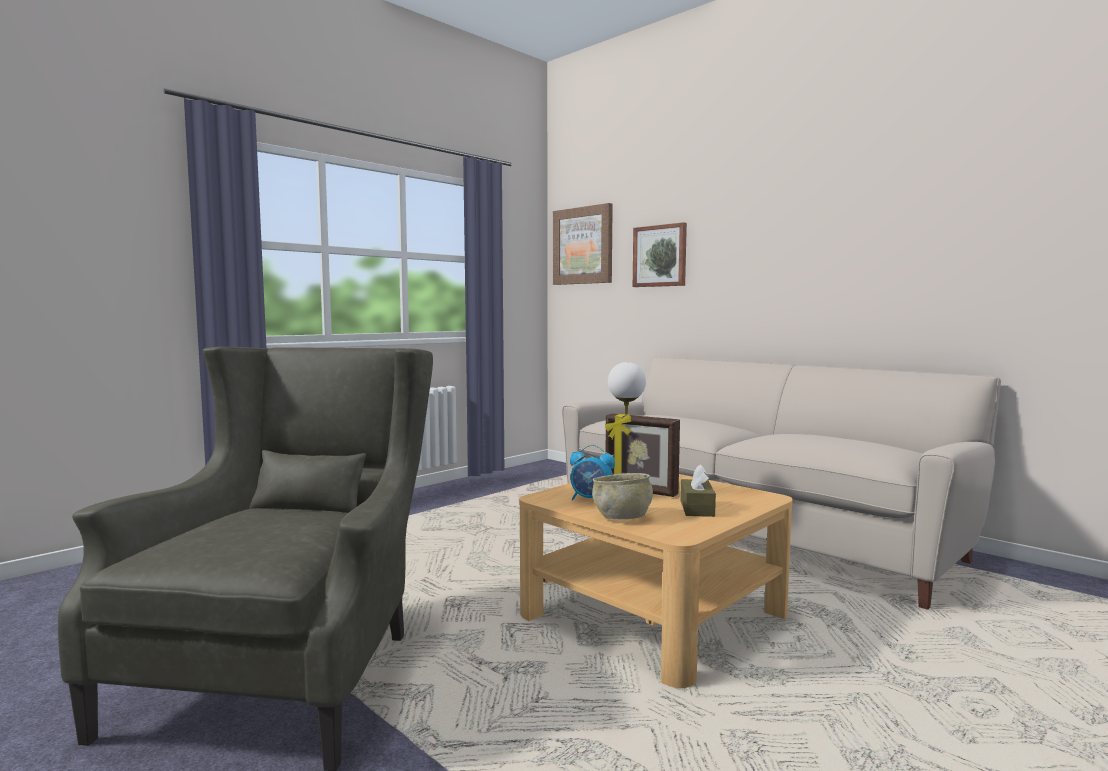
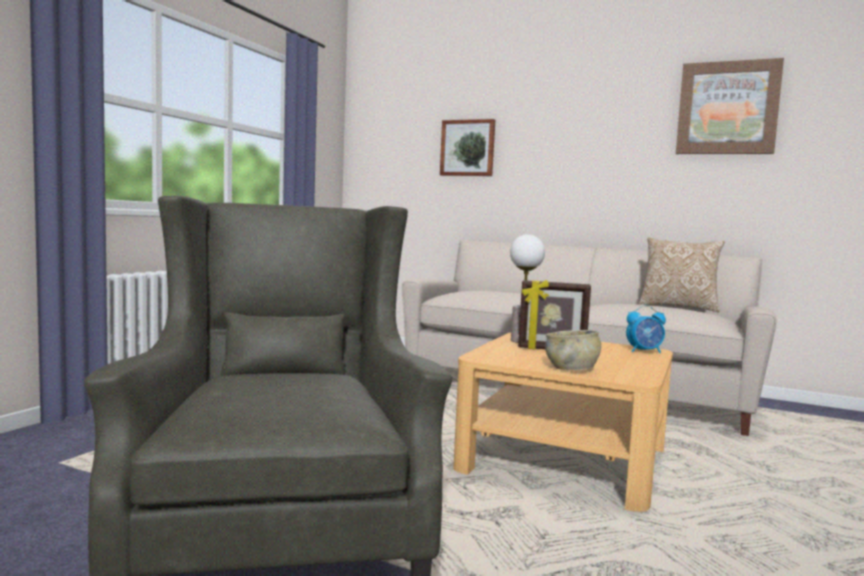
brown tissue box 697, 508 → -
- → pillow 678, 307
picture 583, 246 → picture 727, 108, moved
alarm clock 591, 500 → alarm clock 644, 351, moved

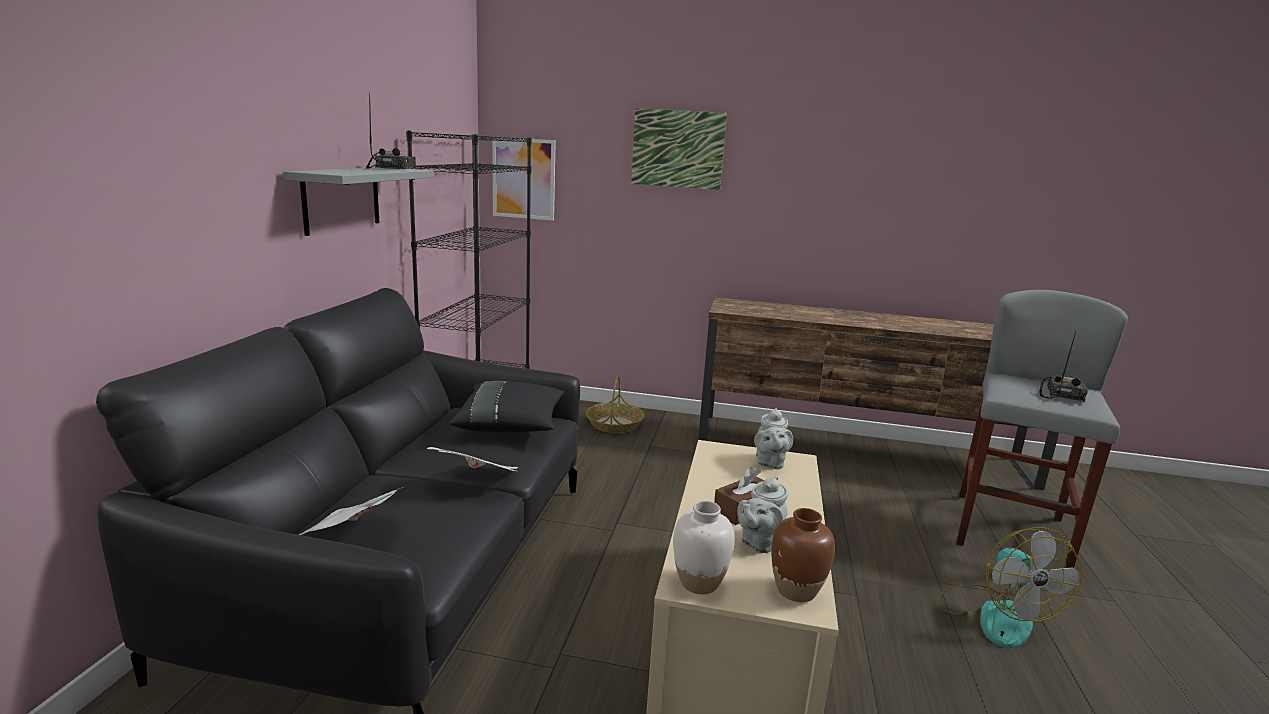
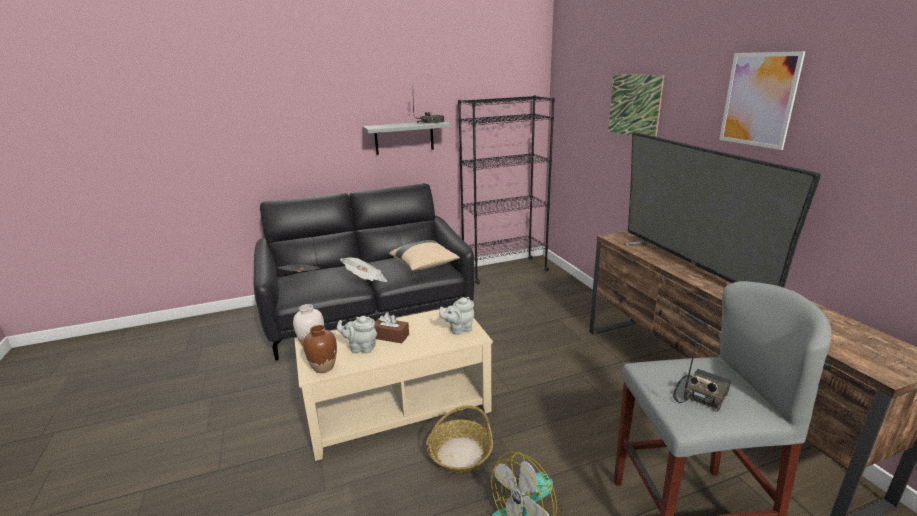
- → television 689, 268
picture 523, 178 → picture 759, 99, moved
basket 614, 424 → basket 460, 453, moved
black pillow 511, 425 → beige pillow 424, 265
radio 1061, 394 → radio 701, 395, 45 degrees counterclockwise

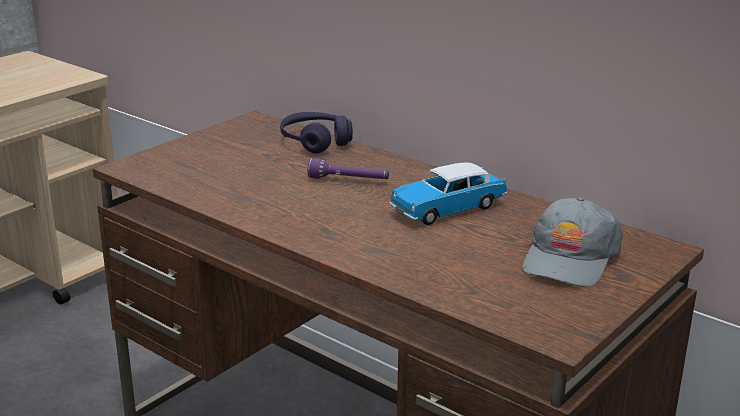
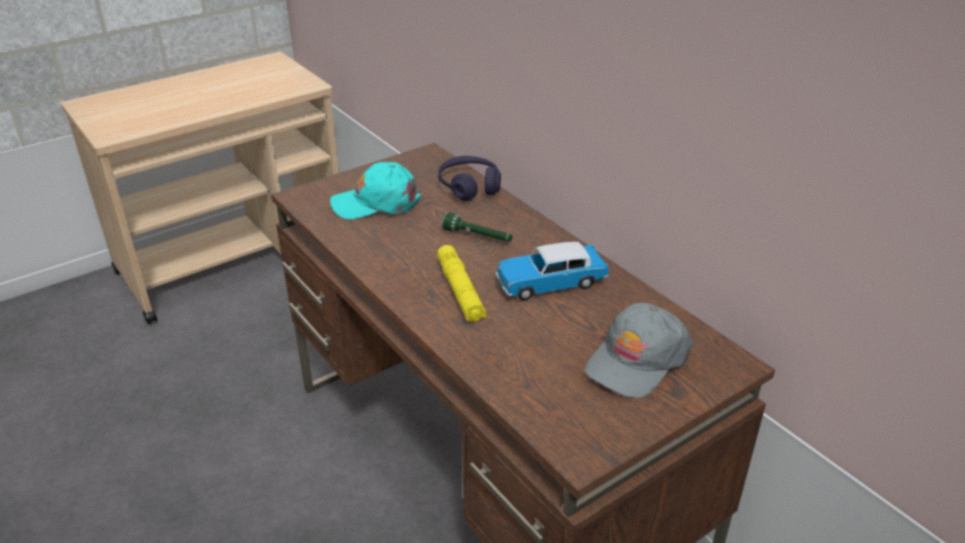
- → turquoise cap 376, 202
- → yellow flashlight 460, 291
purple flashlight 348, 180 → green flashlight 477, 237

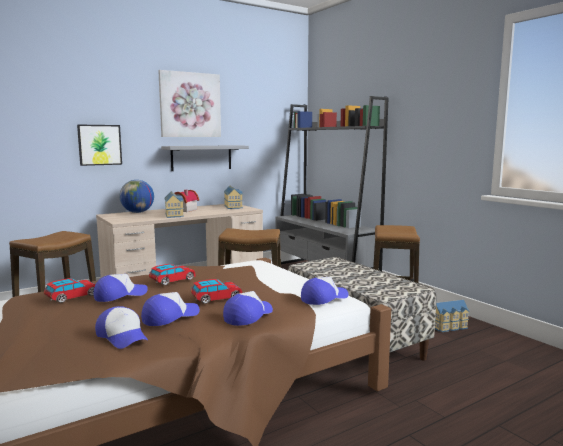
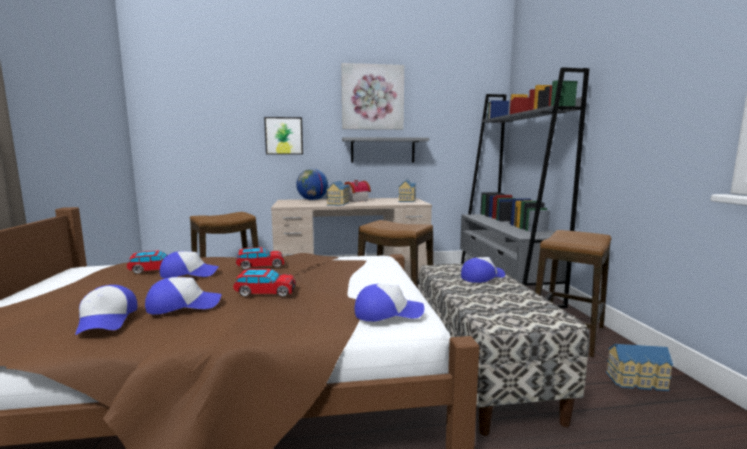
cap 248, 315 → cap 482, 277, moved

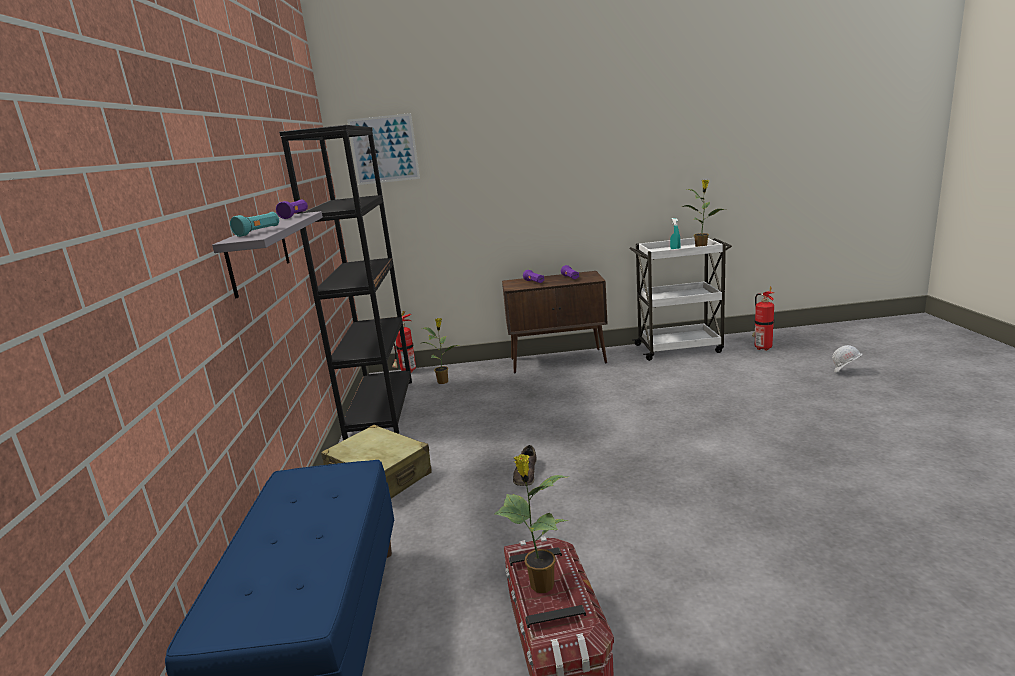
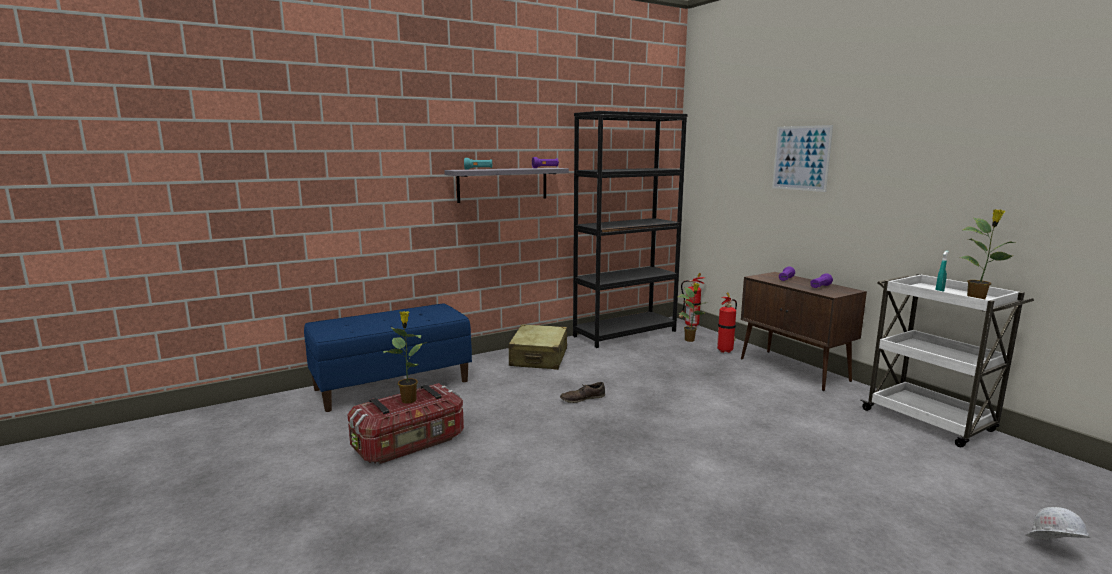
picture 384, 149 → picture 801, 158, moved
fire extinguisher 761, 348 → fire extinguisher 726, 350, moved

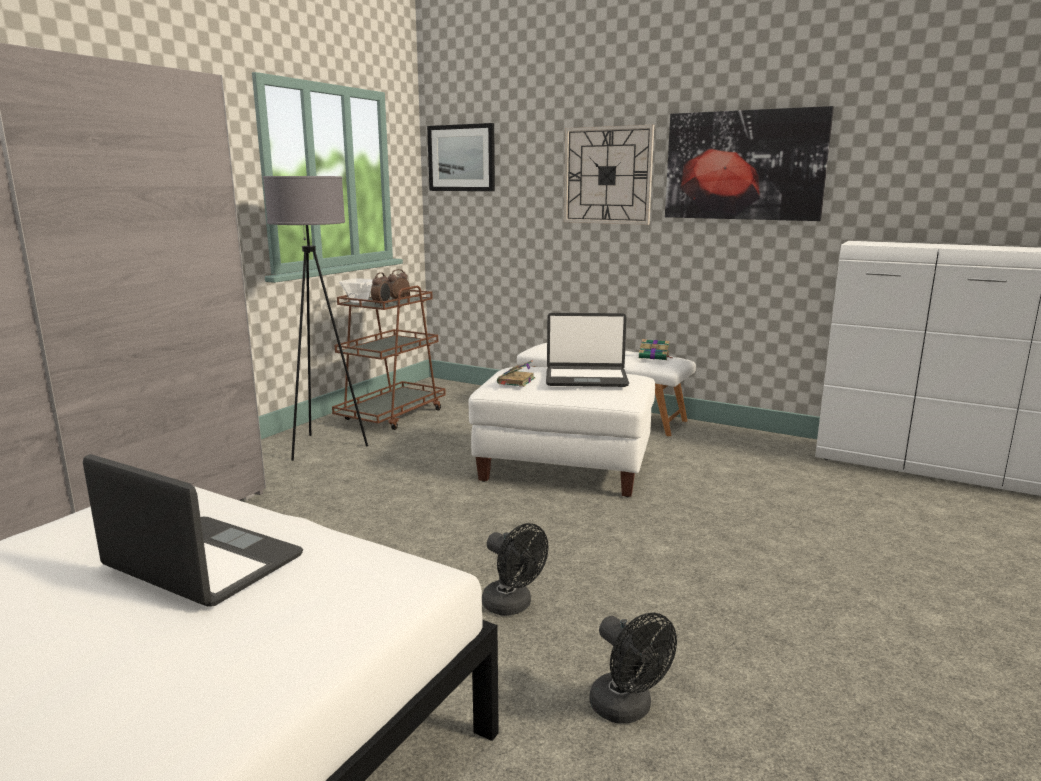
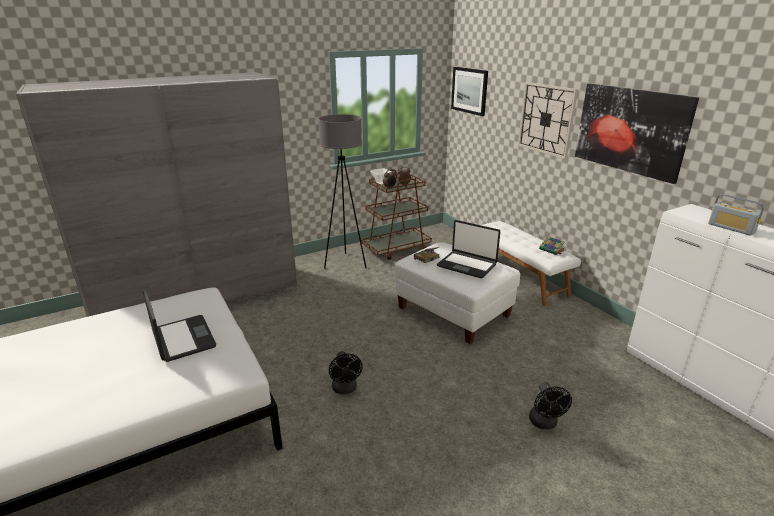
- → radio 731, 228
black fan 627, 710 → black fan 544, 423, moved

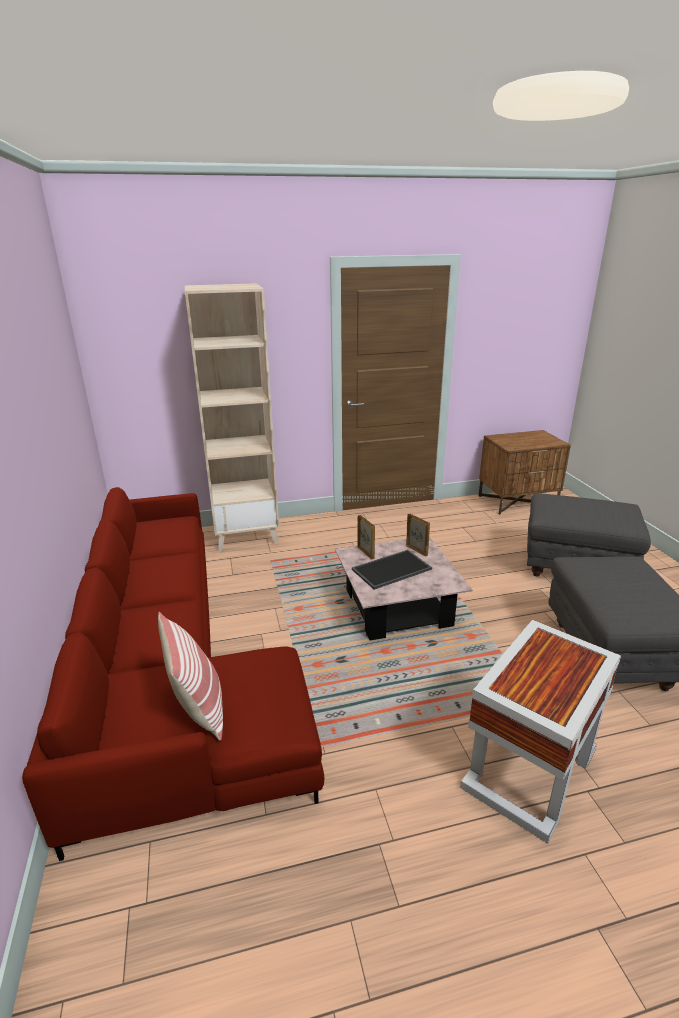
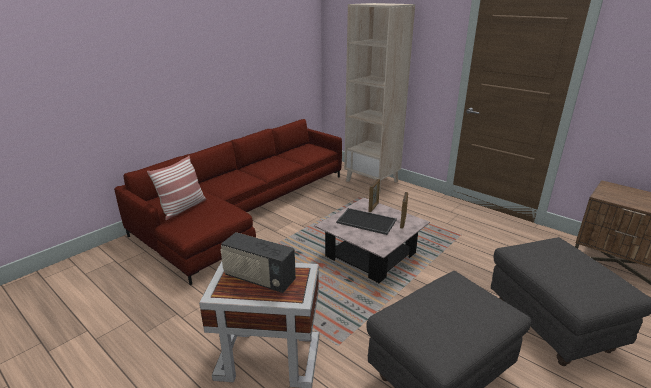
- → radio 259, 279

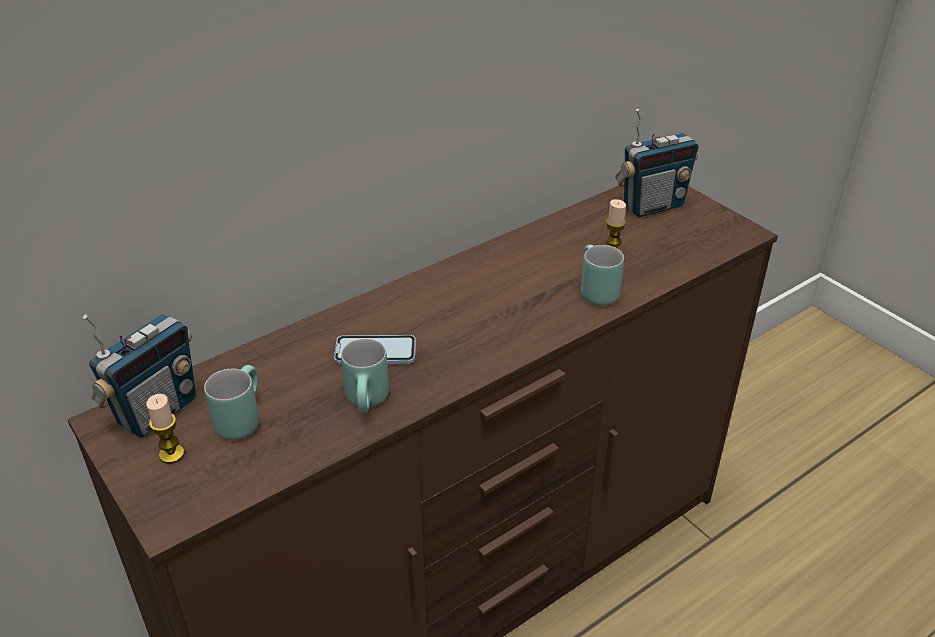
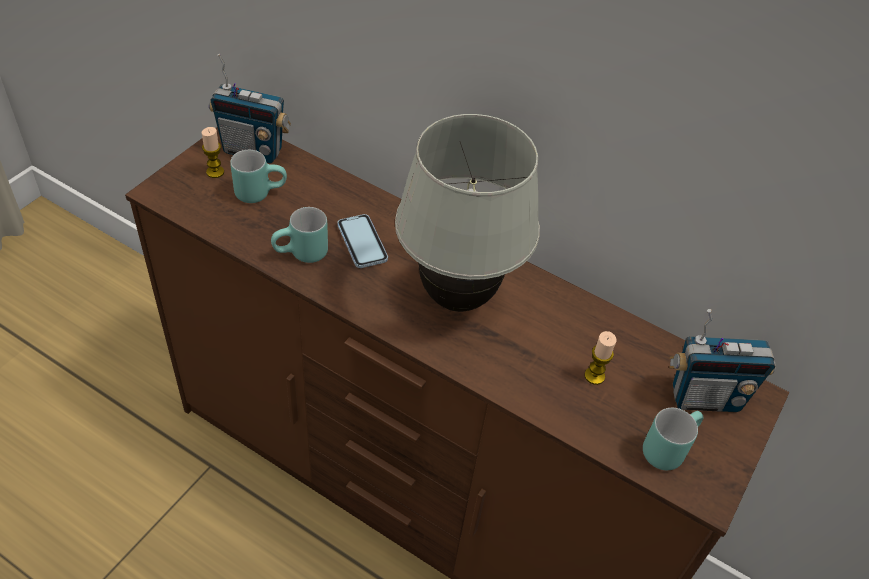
- → white table lamp 458, 297
turquoise mug 593, 291 → turquoise mug 666, 447, moved
radio 652, 206 → radio 704, 398, 45 degrees counterclockwise

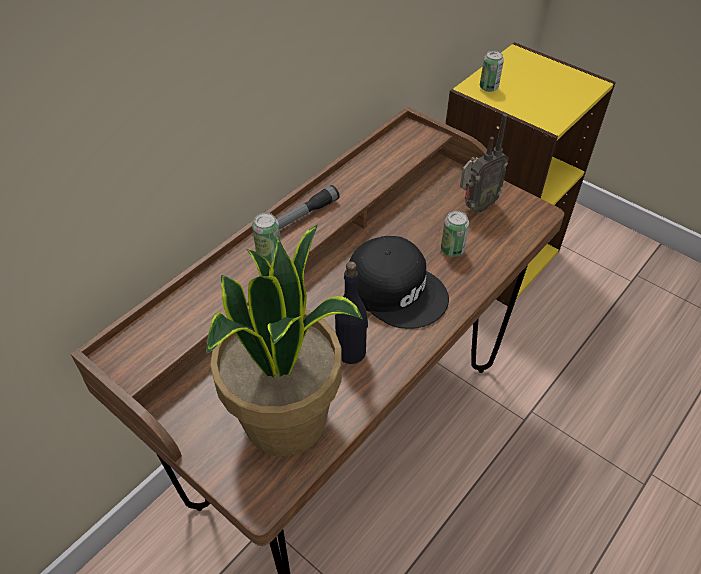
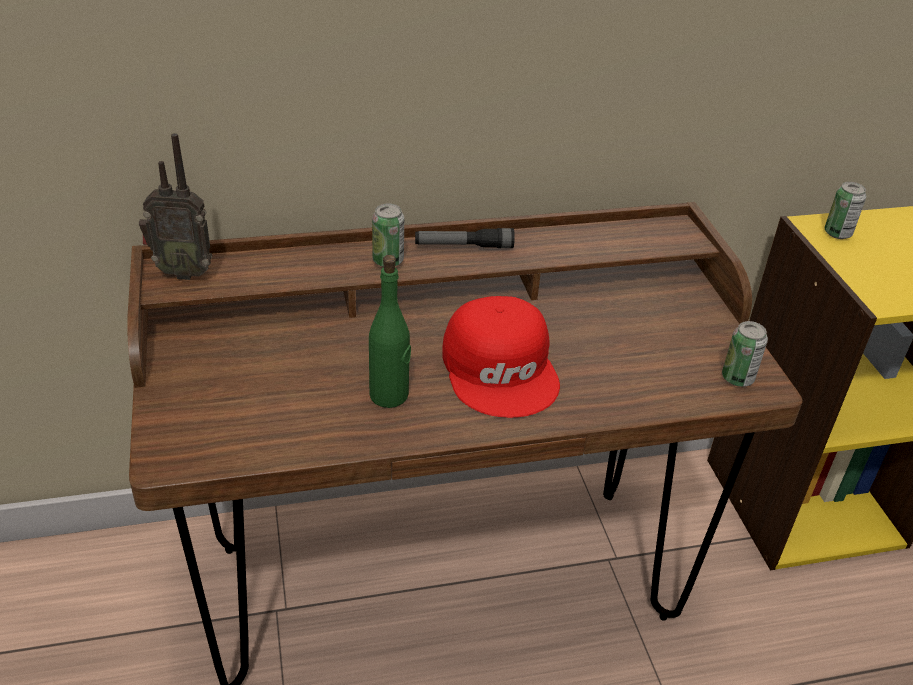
potted plant 287, 421 → -
can 452, 250 → can 737, 378, moved
radio 476, 206 → radio 183, 271, moved
black bottle 351, 352 → green bottle 389, 395
black cap 396, 289 → red cap 502, 368

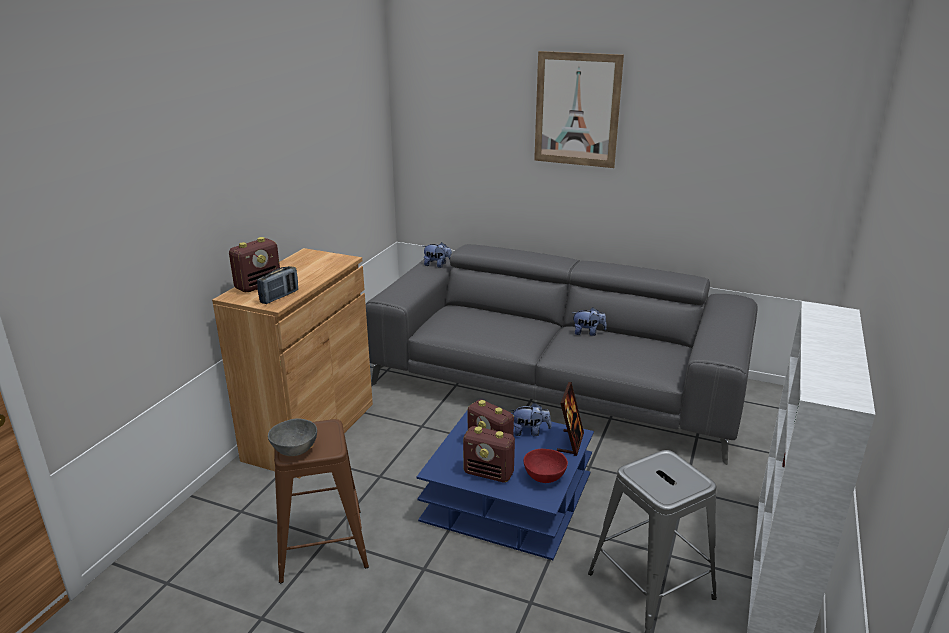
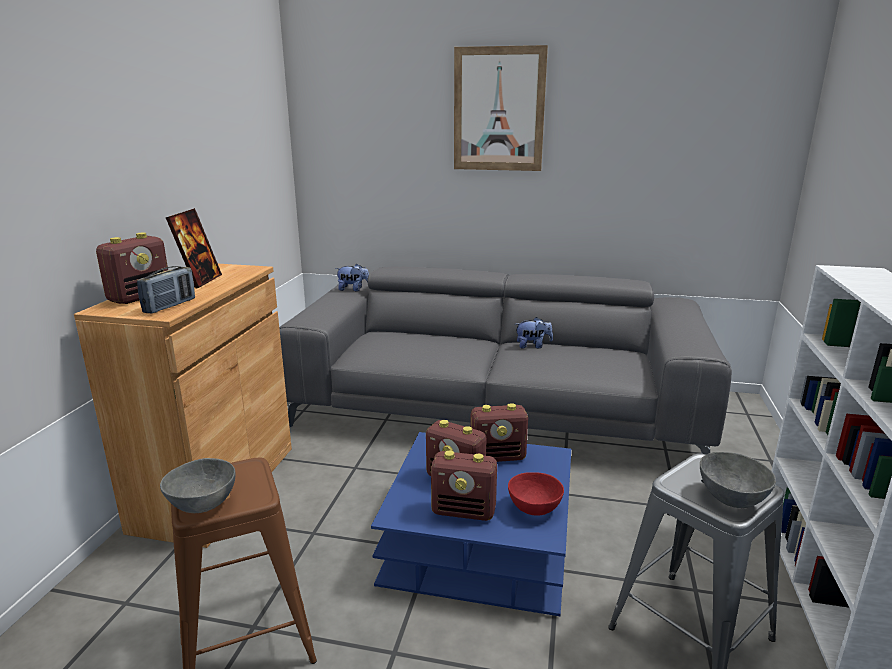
- → grey bowl 731, 497
picture frame 570, 442 → picture frame 199, 281, moved
plush toy 530, 432 → radio 498, 457

